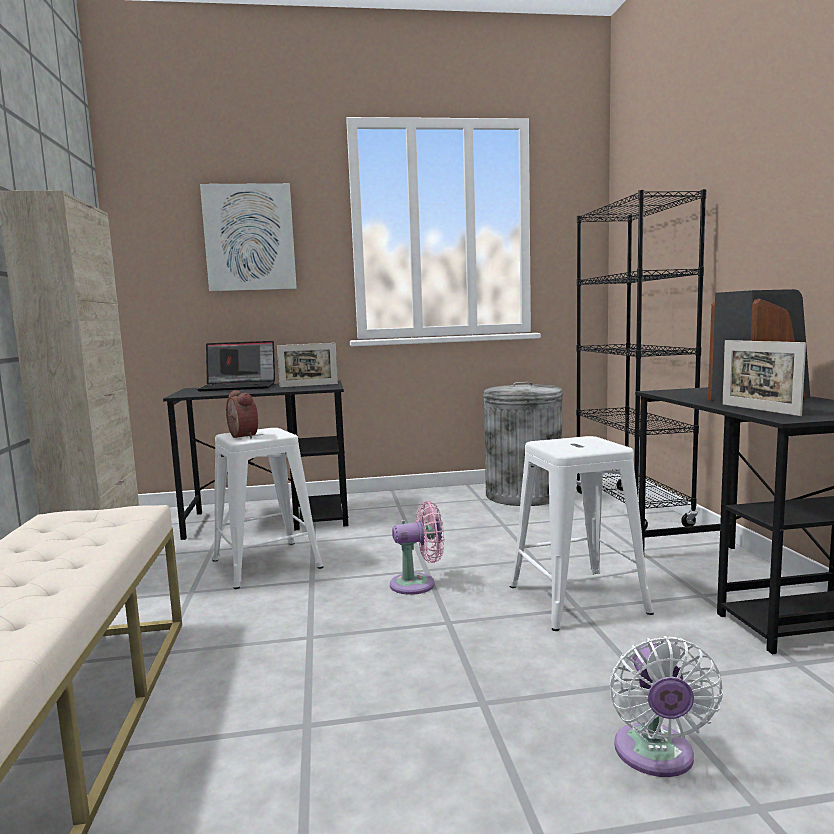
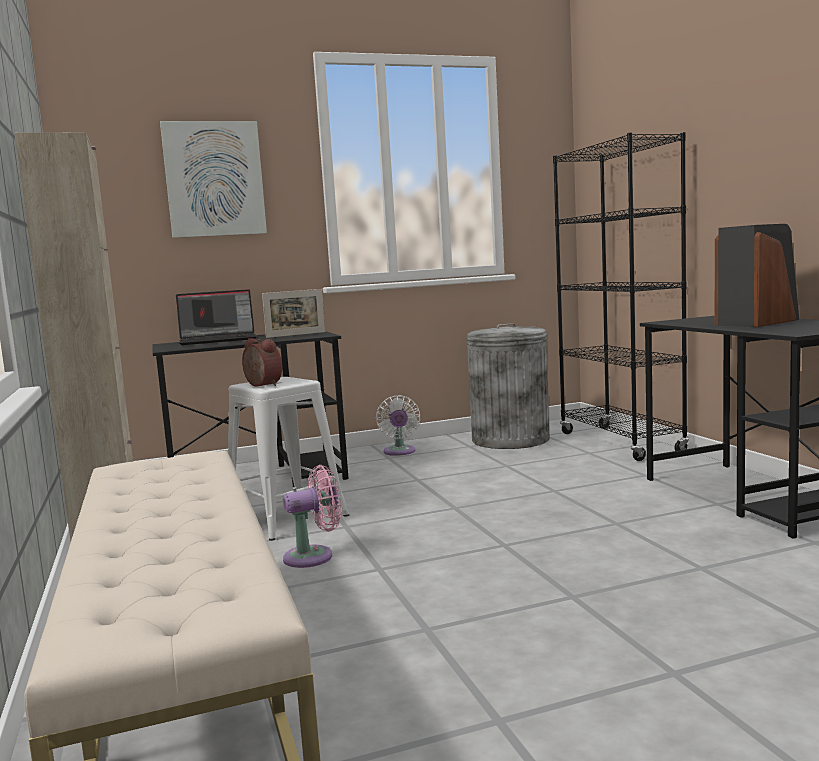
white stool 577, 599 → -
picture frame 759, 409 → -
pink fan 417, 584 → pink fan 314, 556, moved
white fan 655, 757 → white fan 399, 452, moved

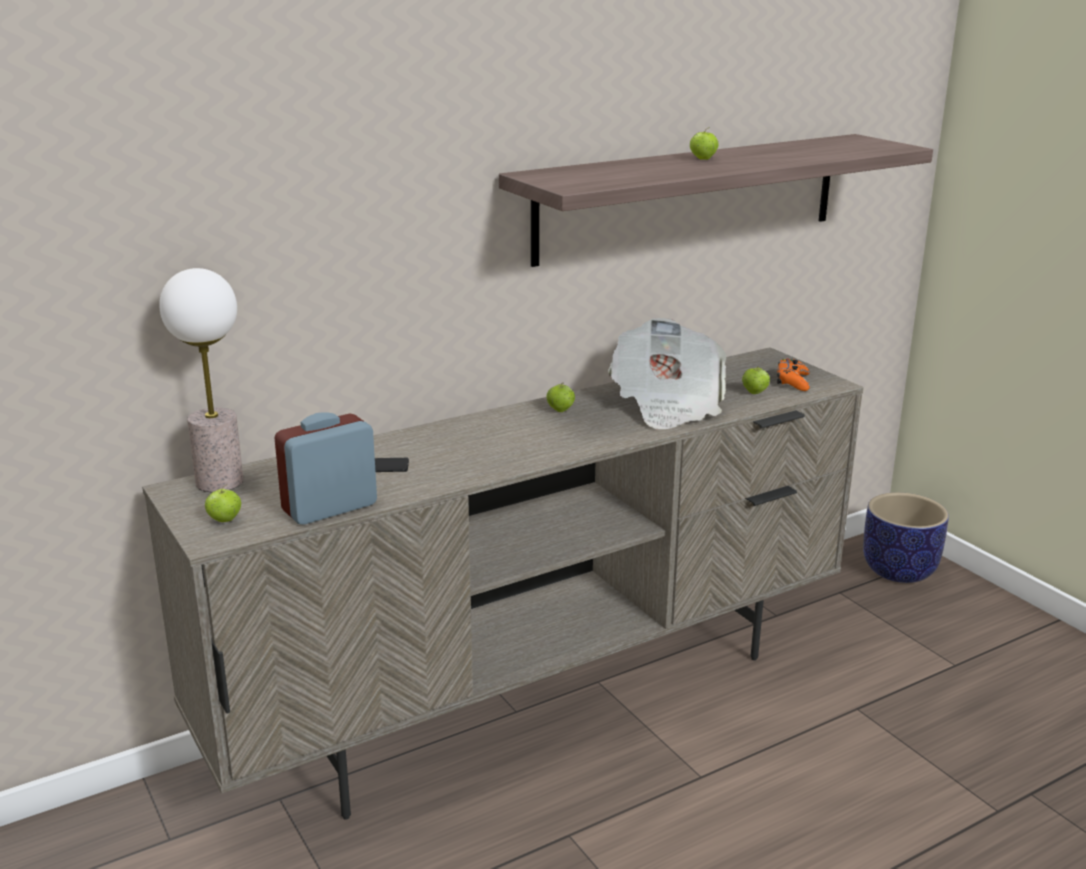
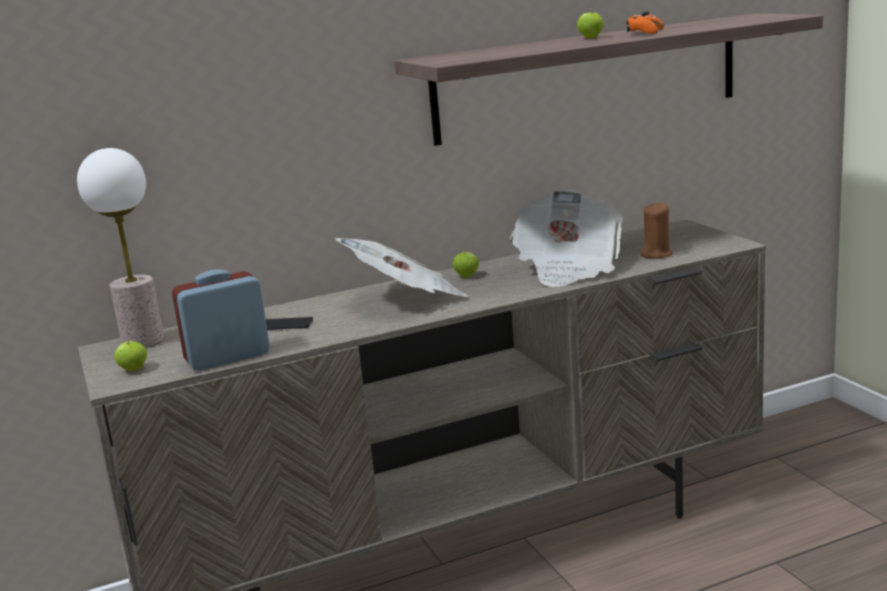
planter 898, 570 → -
- → newspaper 407, 298
orange game controller 792, 381 → orange game controller 645, 32, moved
apple 755, 392 → brown candle 656, 254

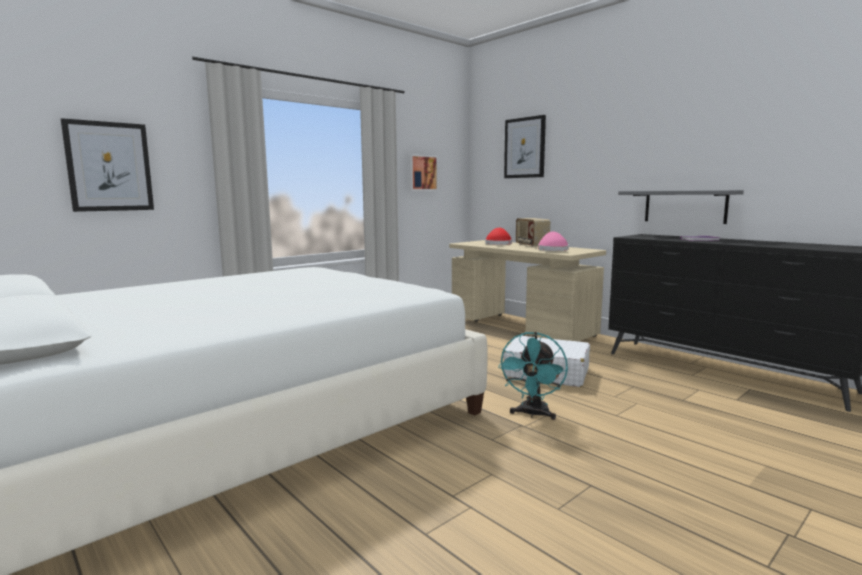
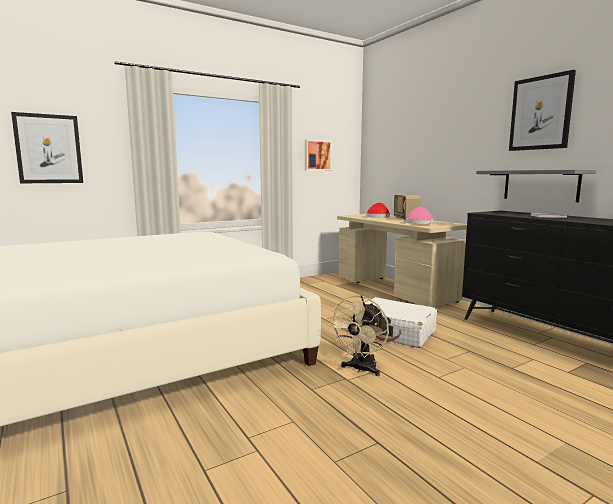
picture 525, 148 → picture 540, 113, moved
turquoise fan 533, 414 → beige fan 361, 369

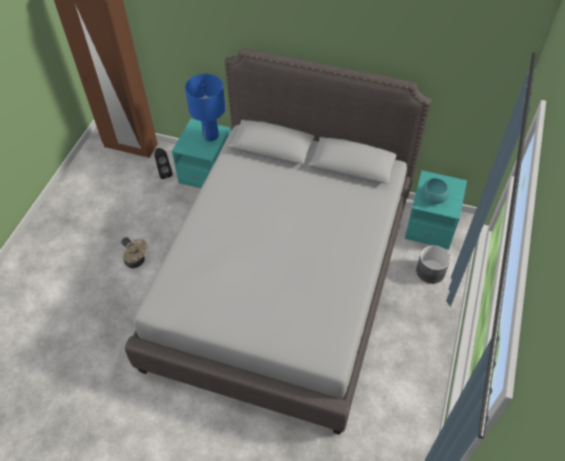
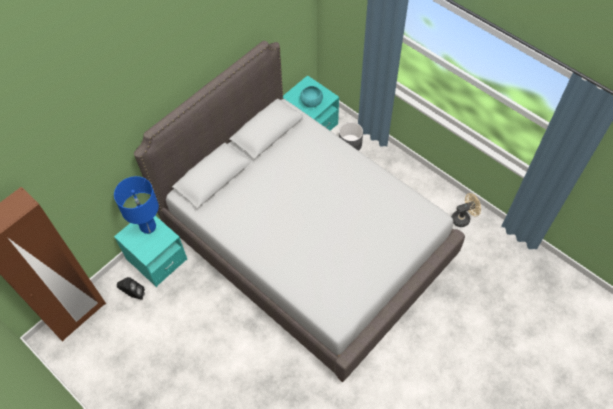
beige fan 136, 262 → beige fan 463, 218, moved

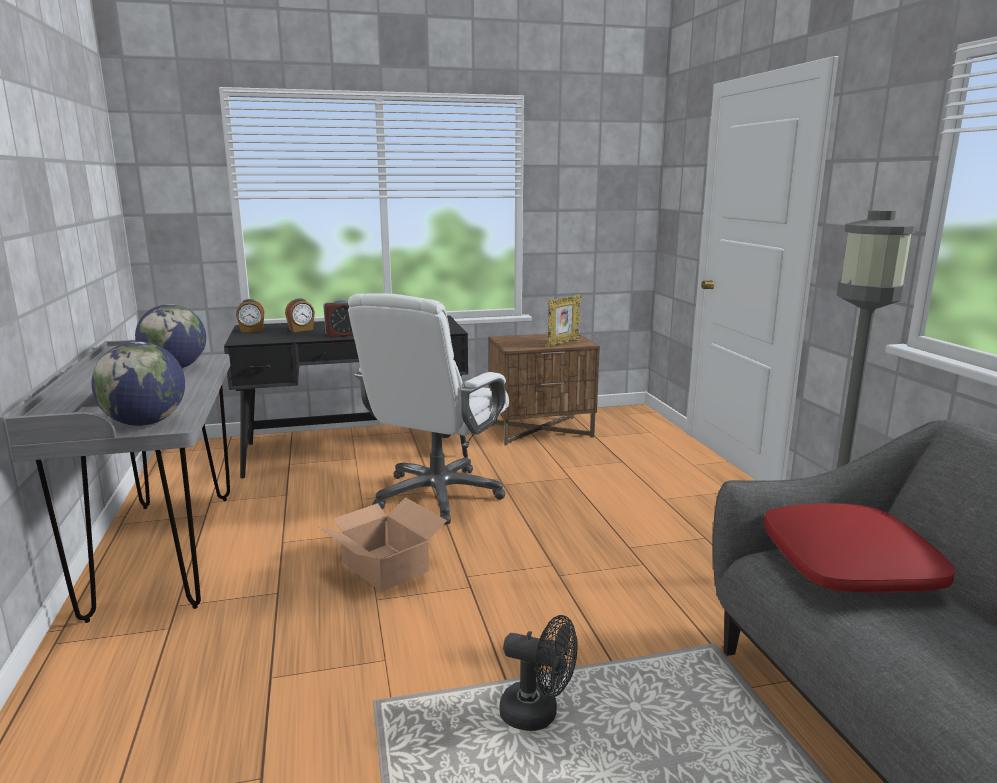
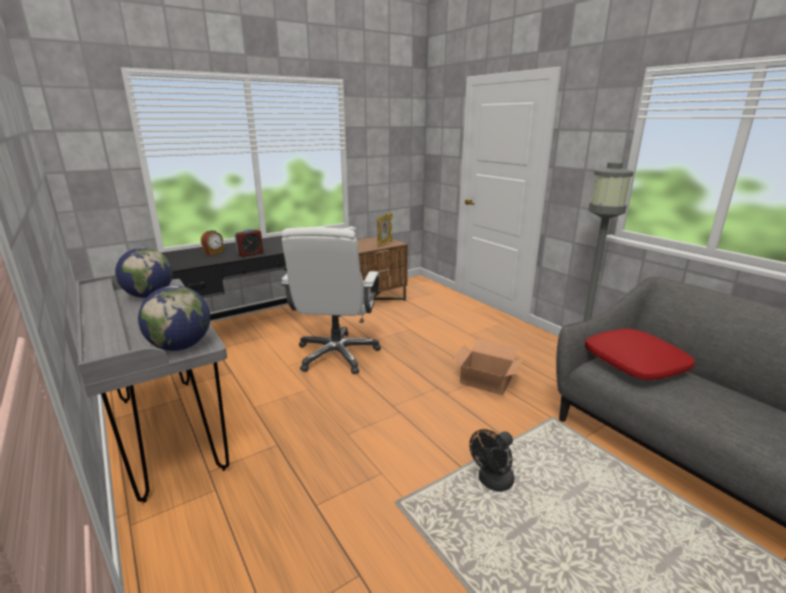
alarm clock 252, 330 → -
cardboard box 385, 567 → cardboard box 486, 381, moved
black fan 538, 714 → black fan 492, 482, 135 degrees clockwise

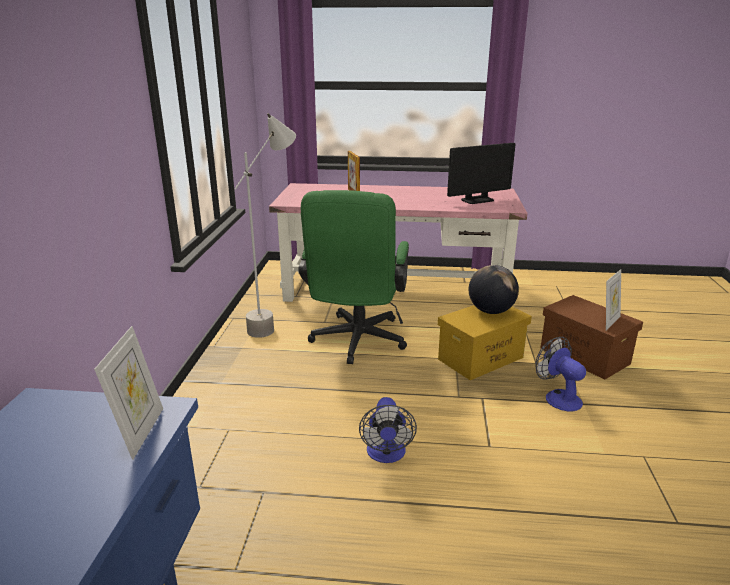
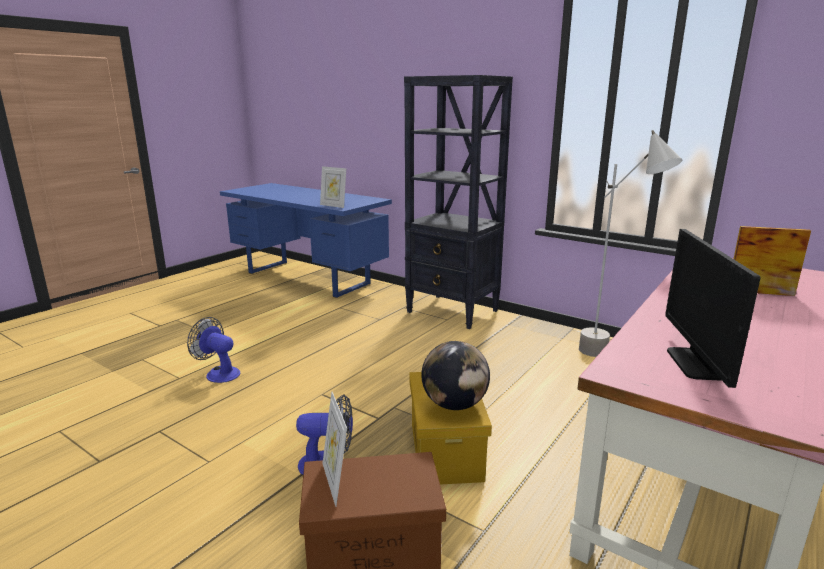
green office chair 356, 343 → -
- → black bookcase 453, 311
fan 386, 454 → fan 218, 373, moved

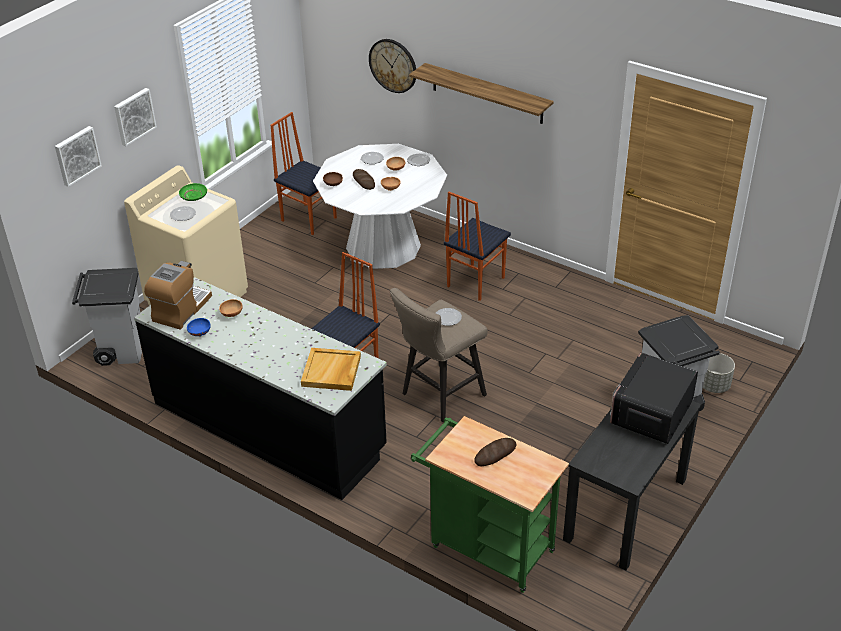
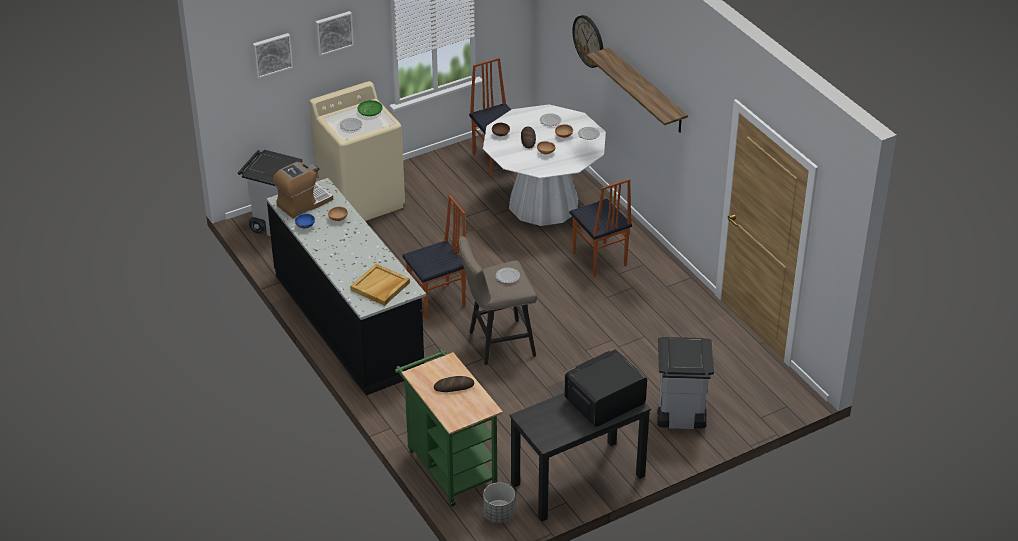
grey planter 714, 385 → grey planter 499, 515, moved
chair 474, 282 → chair 599, 260, 90 degrees counterclockwise

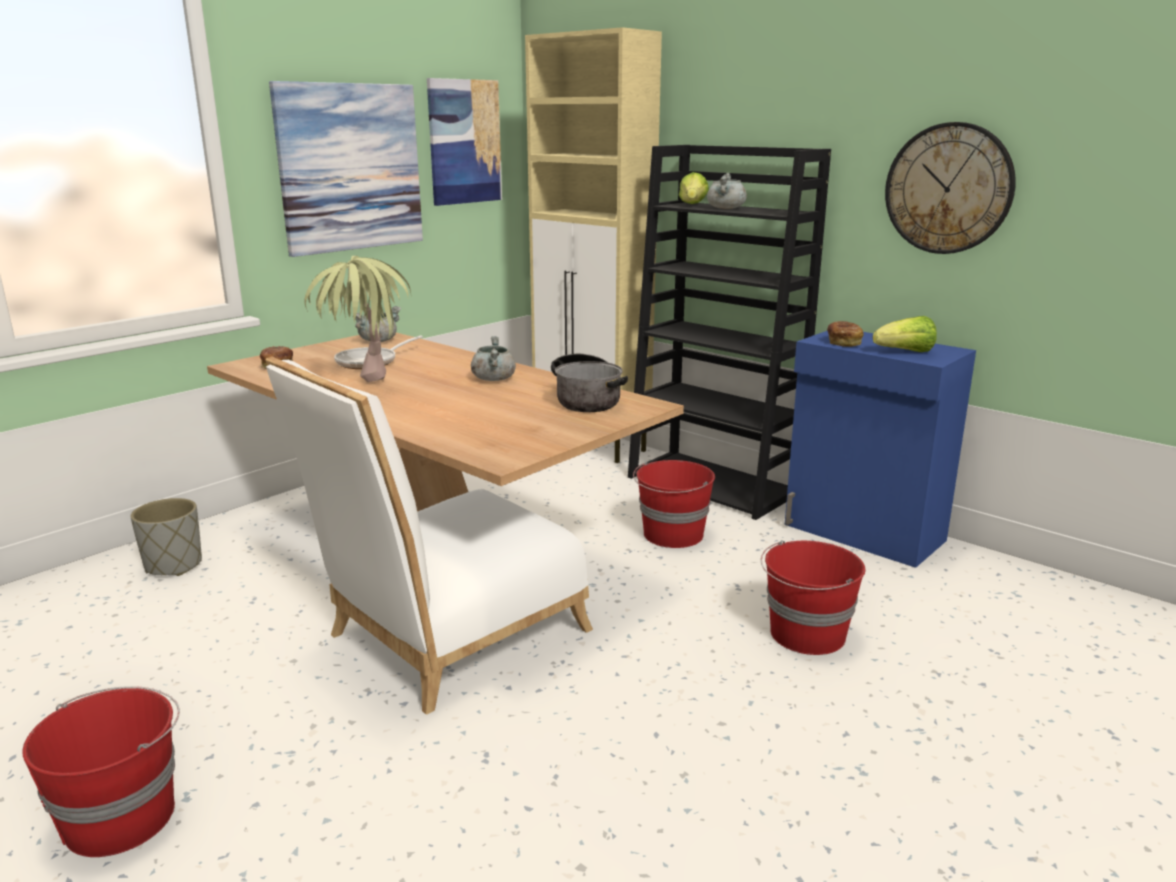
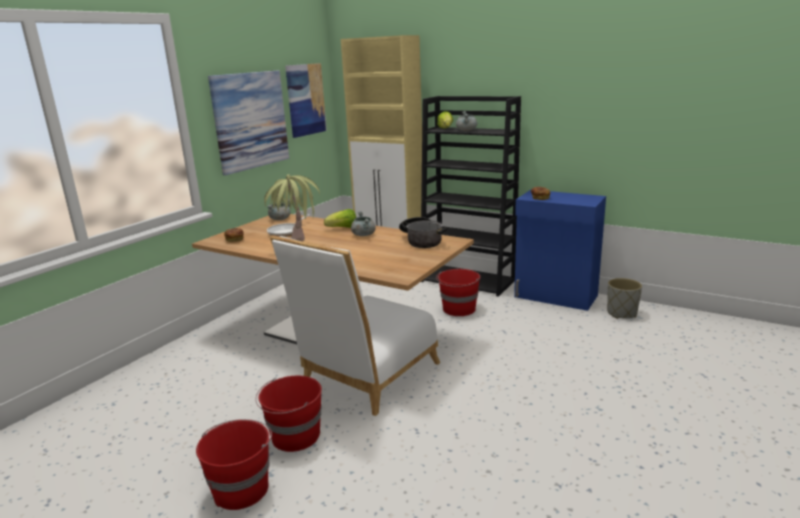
wall clock 948, 189 → -
grey planter 174, 565 → grey planter 622, 313, moved
red bucket 806, 634 → red bucket 295, 437, moved
lettuce 905, 352 → lettuce 343, 228, moved

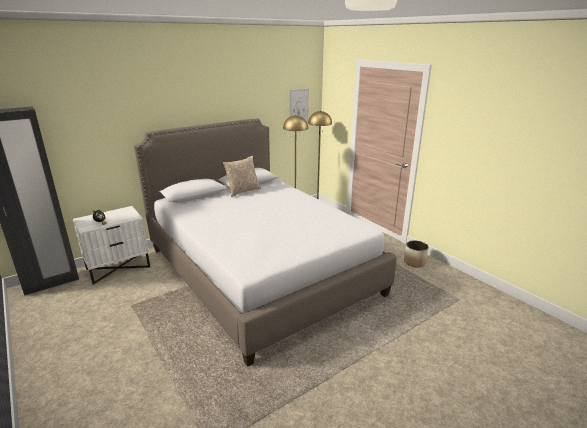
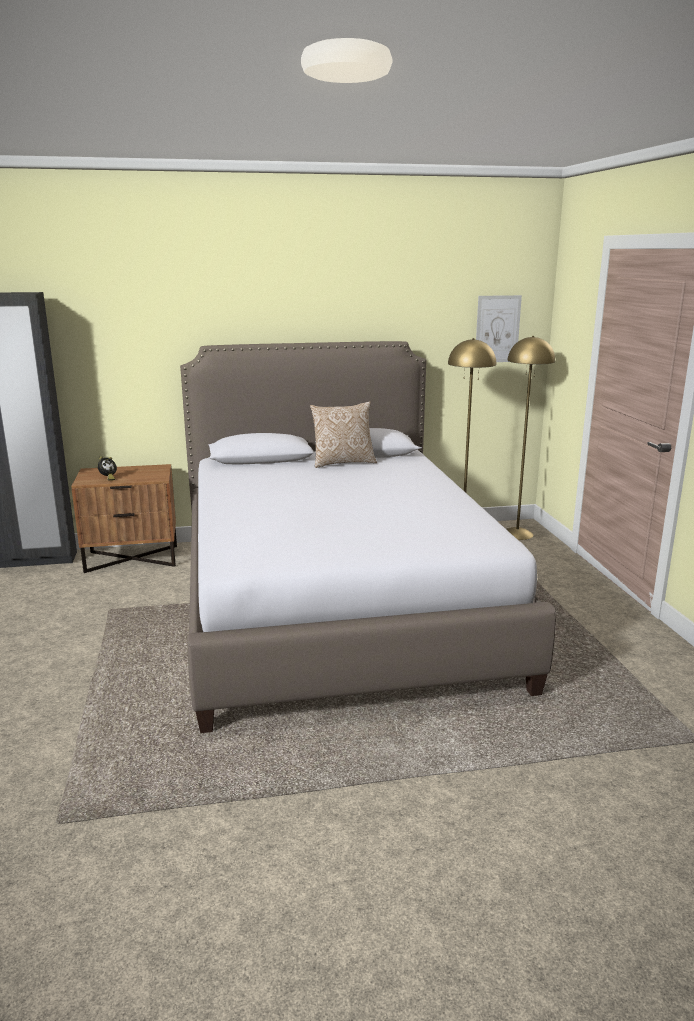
planter 414, 262 → -
white nightstand 118, 267 → brown nightstand 132, 558

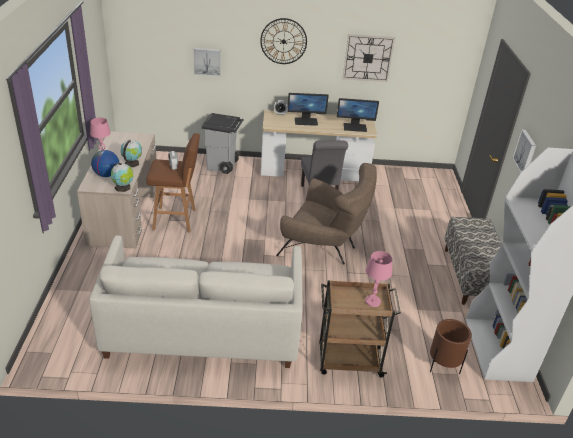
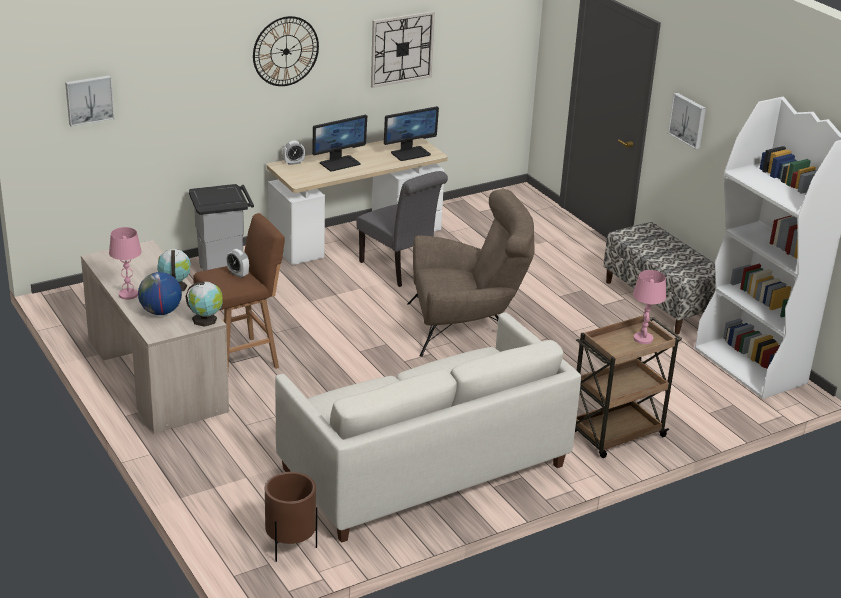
picture 207, 61 → picture 89, 99, moved
brown planter 443, 366 → brown planter 290, 546, moved

